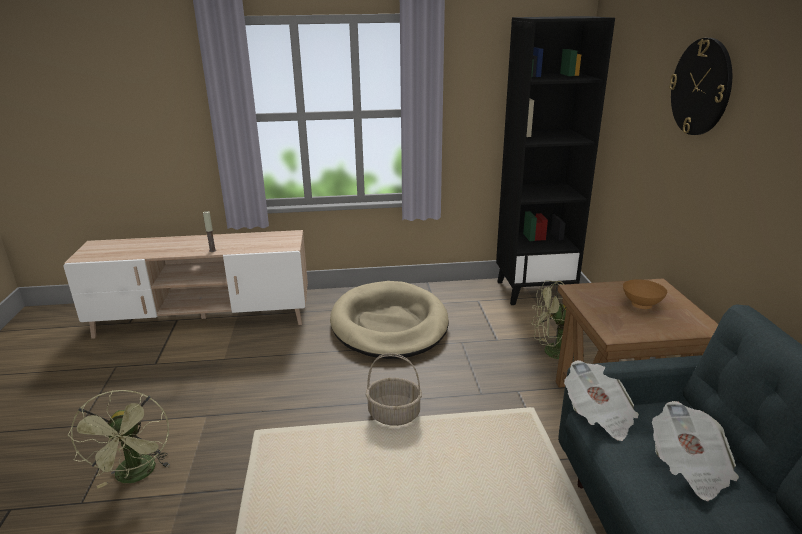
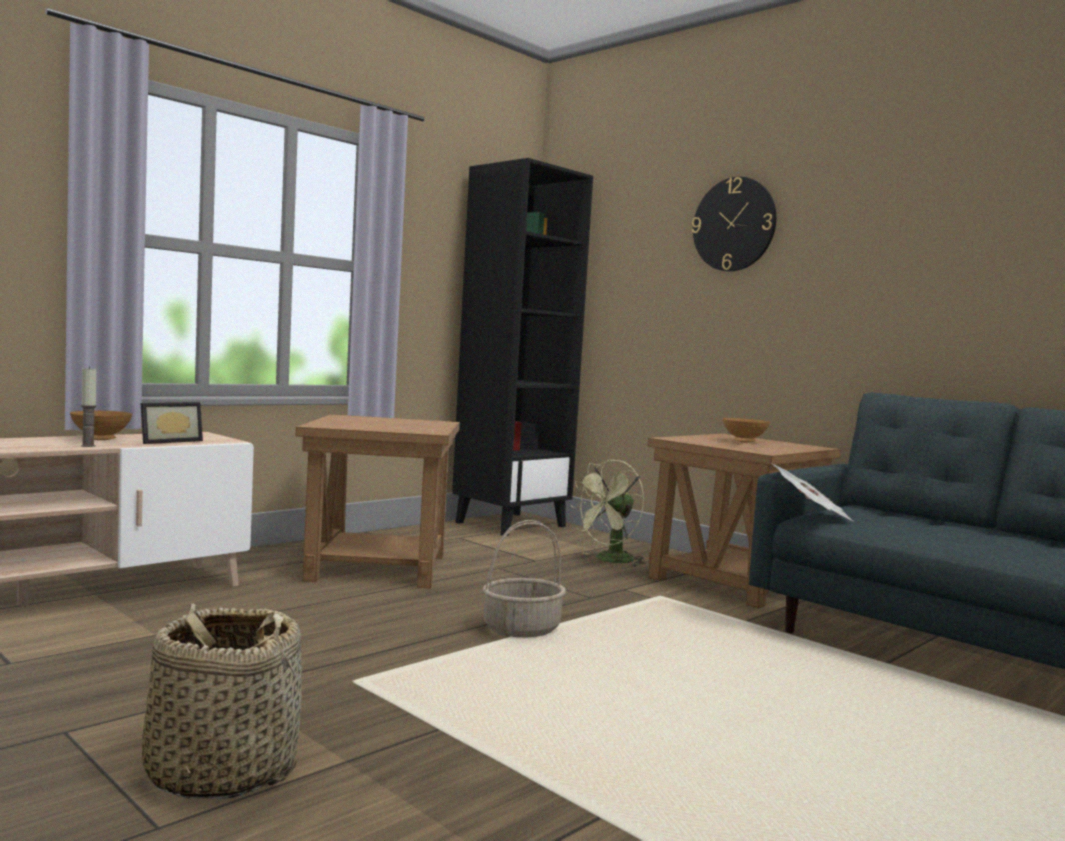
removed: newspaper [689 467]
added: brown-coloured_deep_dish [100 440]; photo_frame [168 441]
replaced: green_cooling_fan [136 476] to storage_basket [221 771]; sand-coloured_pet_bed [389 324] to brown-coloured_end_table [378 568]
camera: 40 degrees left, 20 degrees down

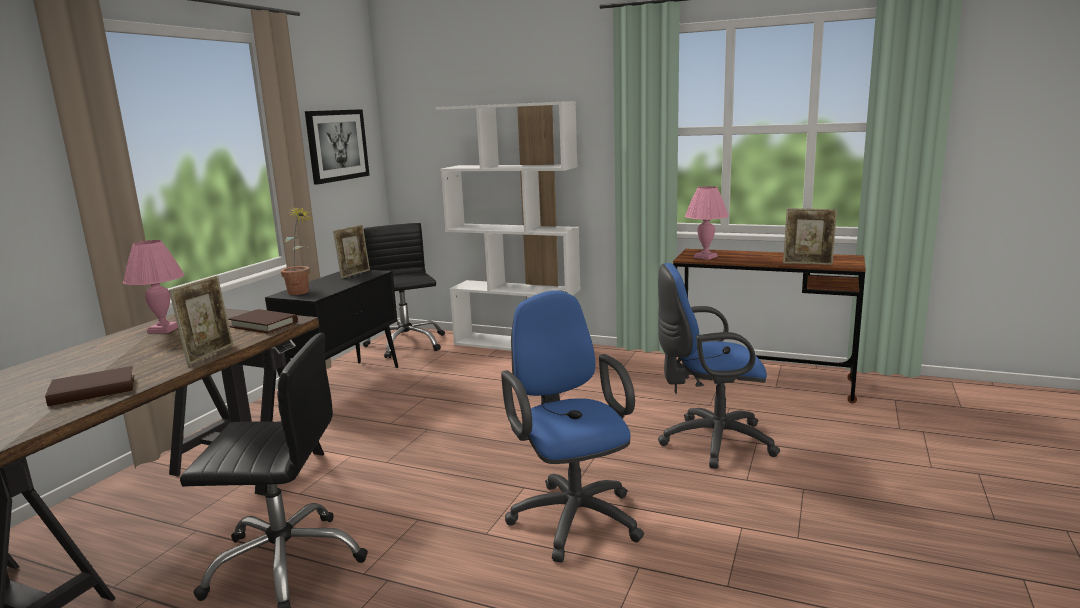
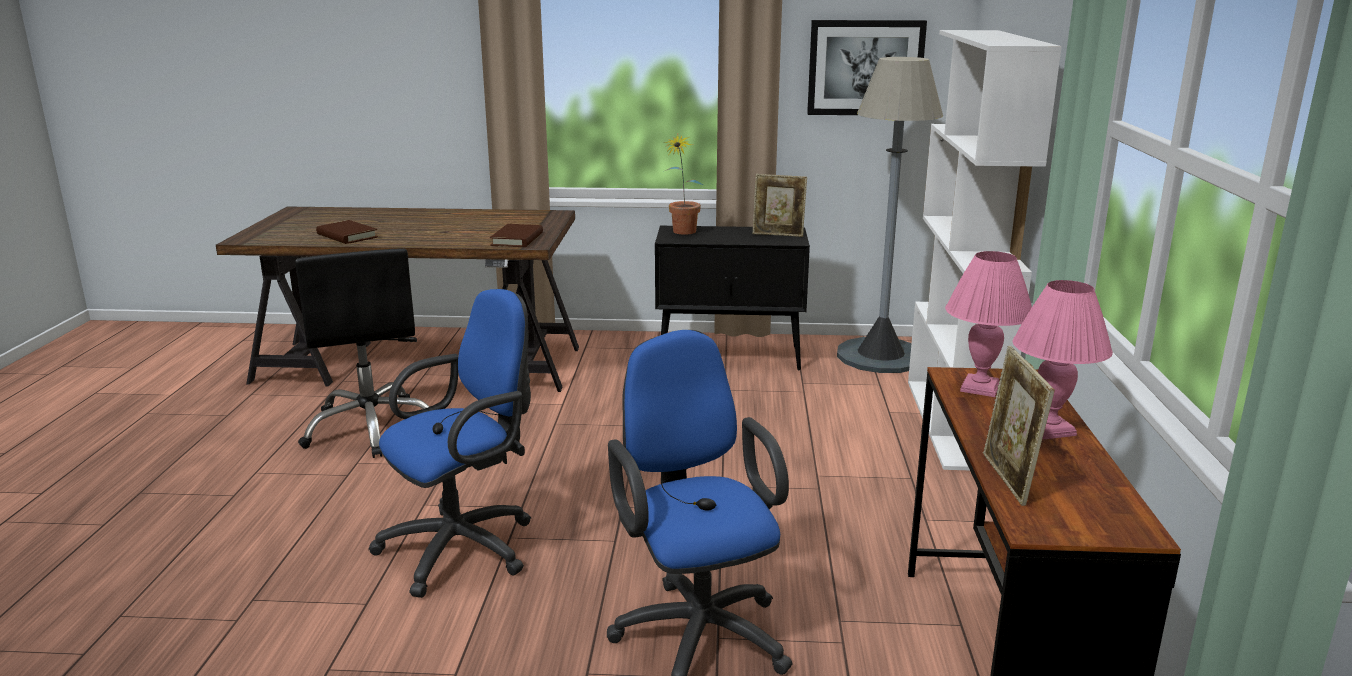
removed: photo_frame [209 354]
moved: pink-coloured_table_lamp [163 329] to [1048 429]
replaced: blackish_office_chair [406 344] to greyish_floor_lamp [880 356]
camera: 70 degrees right, 5 degrees up

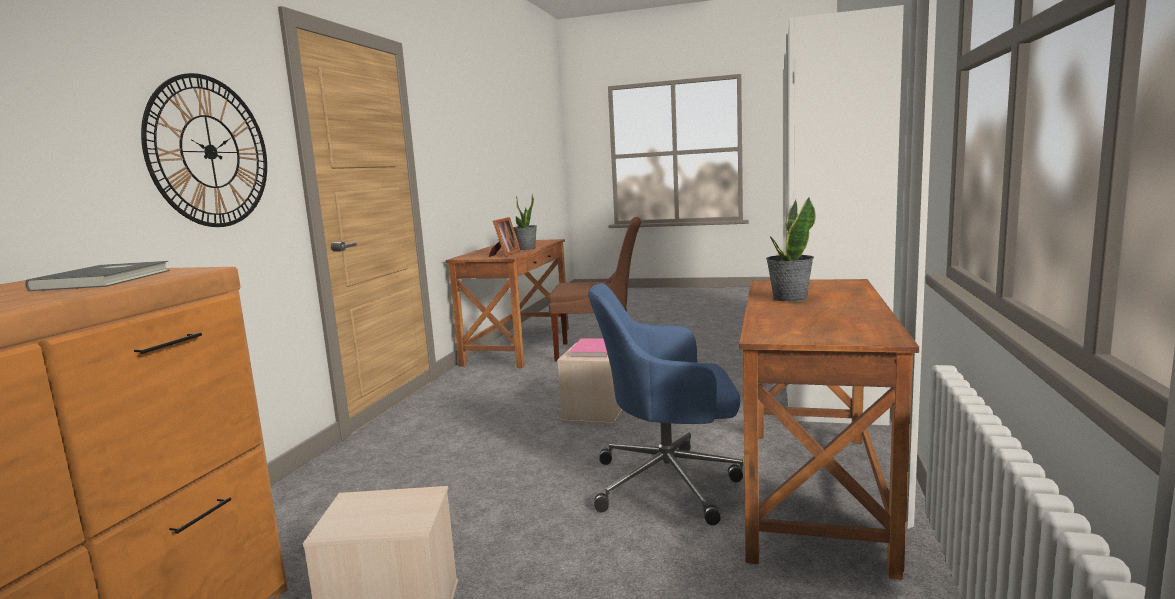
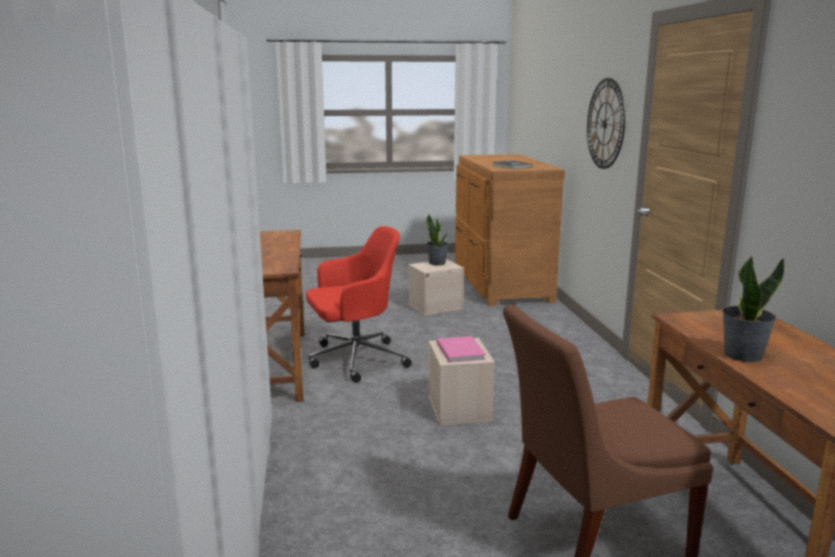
removed: photo_frame [505 254]
moved: plant_in_a_pot [789 298] to [437 263]
recoloured: blue-coloured_office_chair [670 483] to red_office_chair [355 360]
camera: 155 degrees right, 5 degrees up

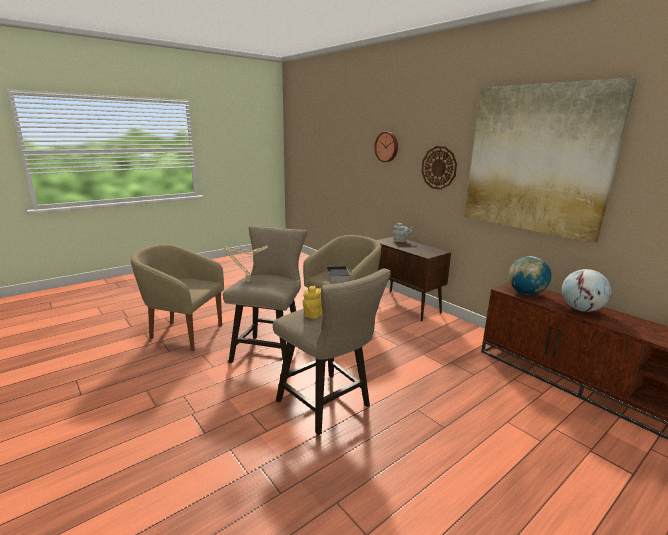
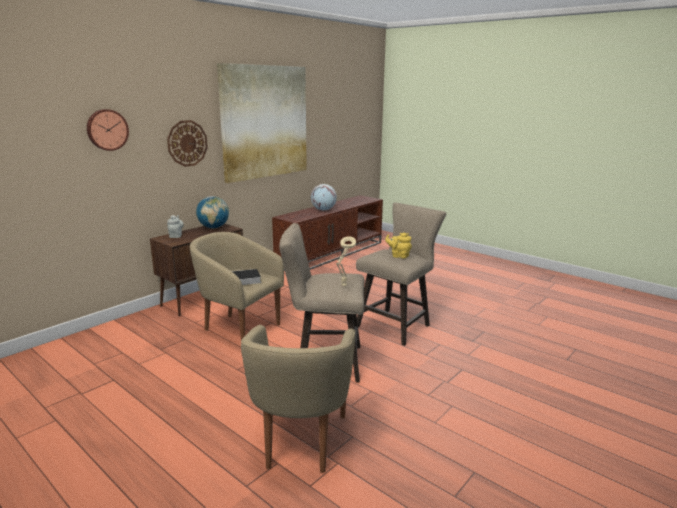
moved: world_globe [526 293] to [213 227]
camera: 100 degrees left, 0 degrees up

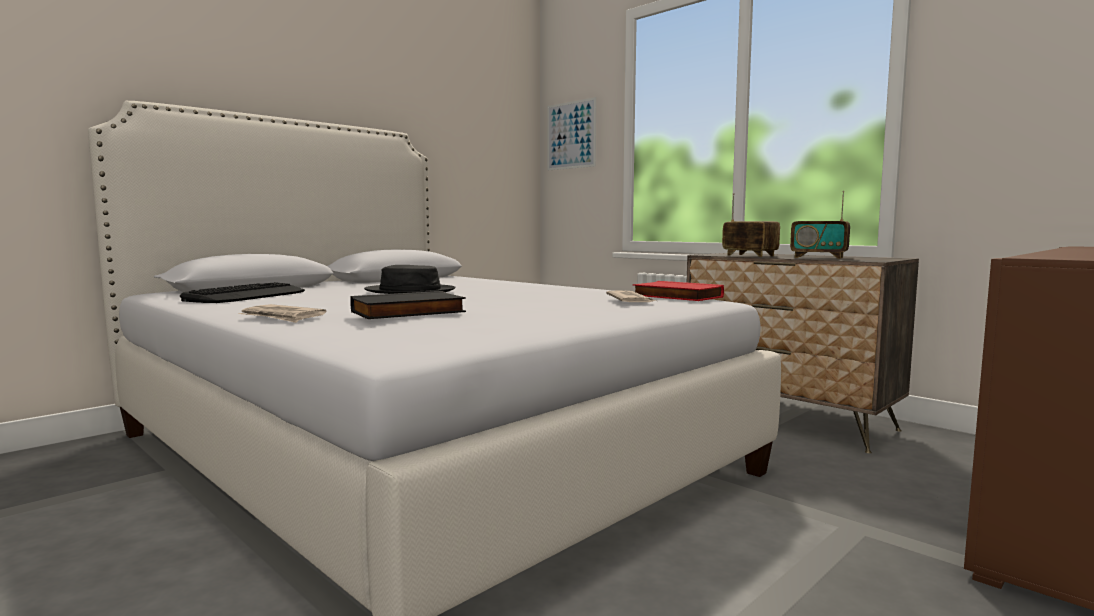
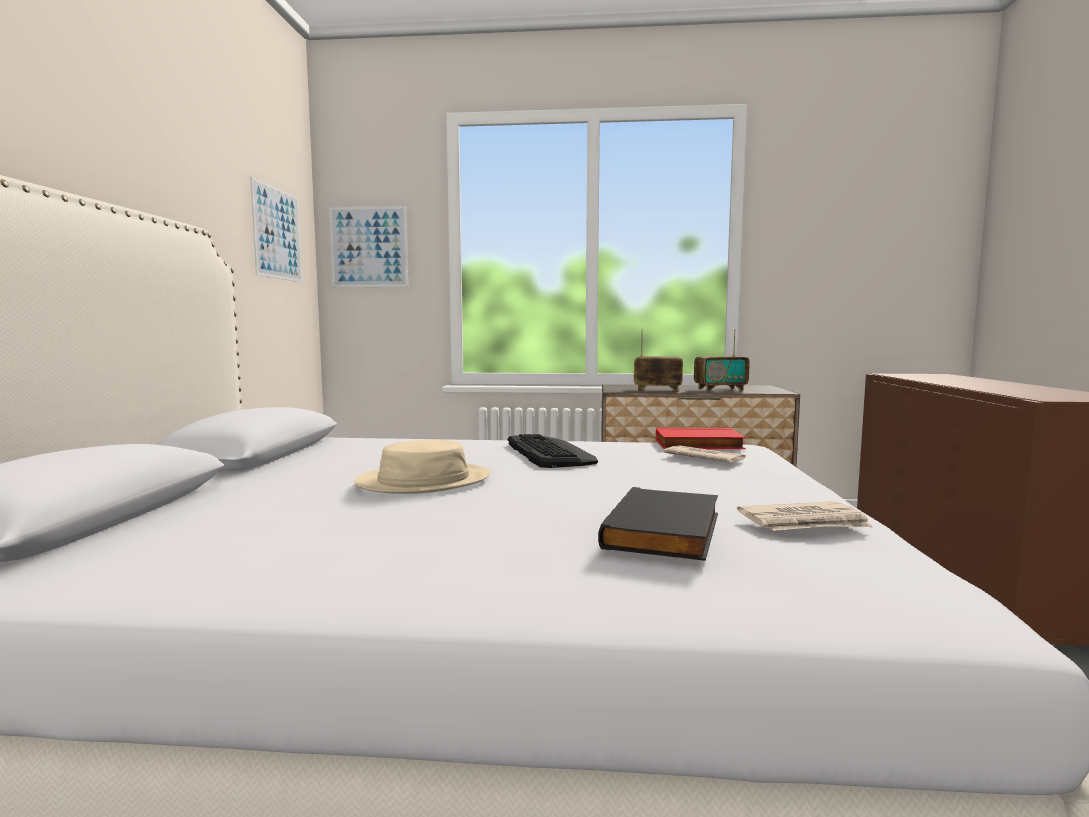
added: wall_picture [277 233]
moved: PC_keyboard [246 296] to [549 452]; newspaper [282 317] to [804 522]
recoloured: blackish_hat [410 291] to sand-coloured_hat [424 481]
camera: 40 degrees left, 0 degrees up

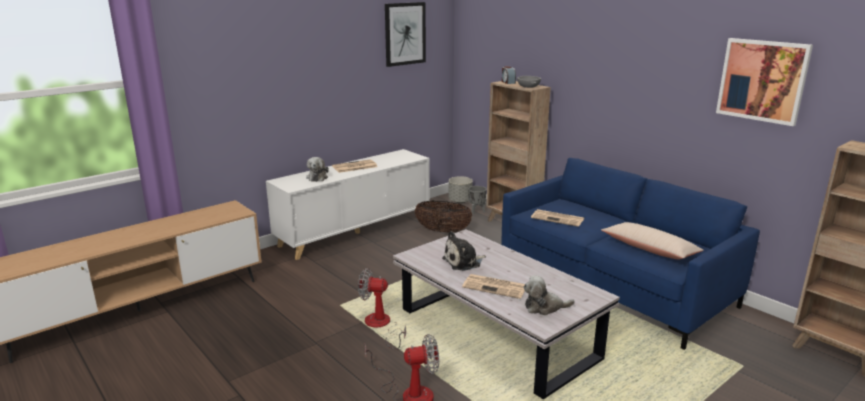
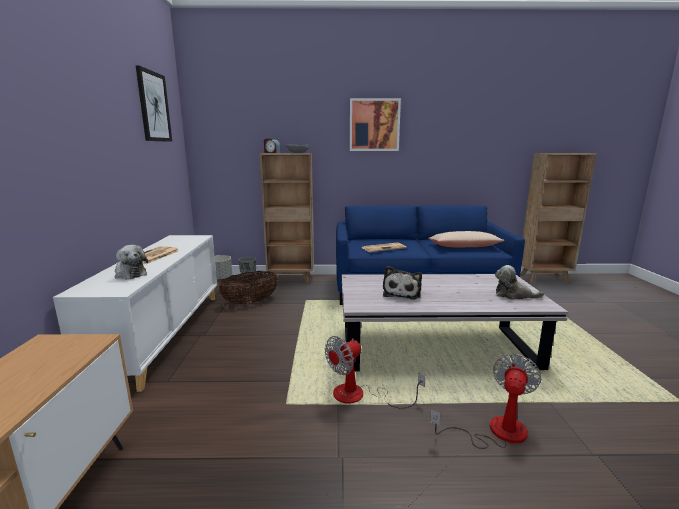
removed: newspaper [496 287]
moved: wall_picture [762 80] to [374 125]
turned: soft_toy [544 307] = [513 295] 75 degrees clockwise
camera: 50 degrees left, 5 degrees down

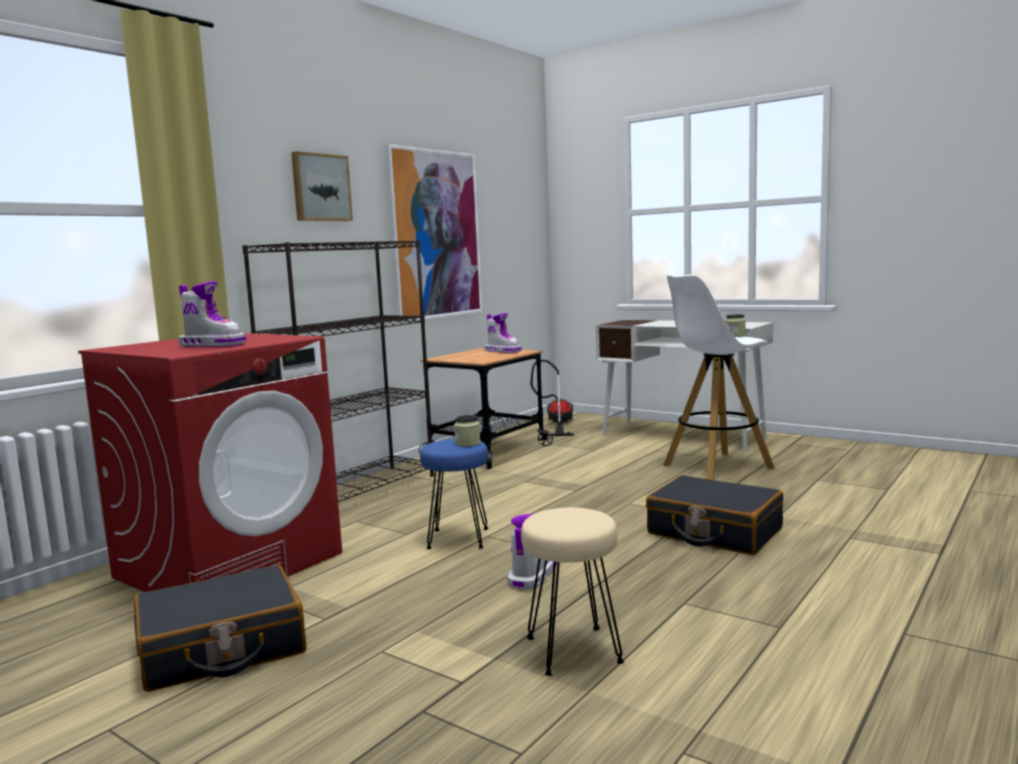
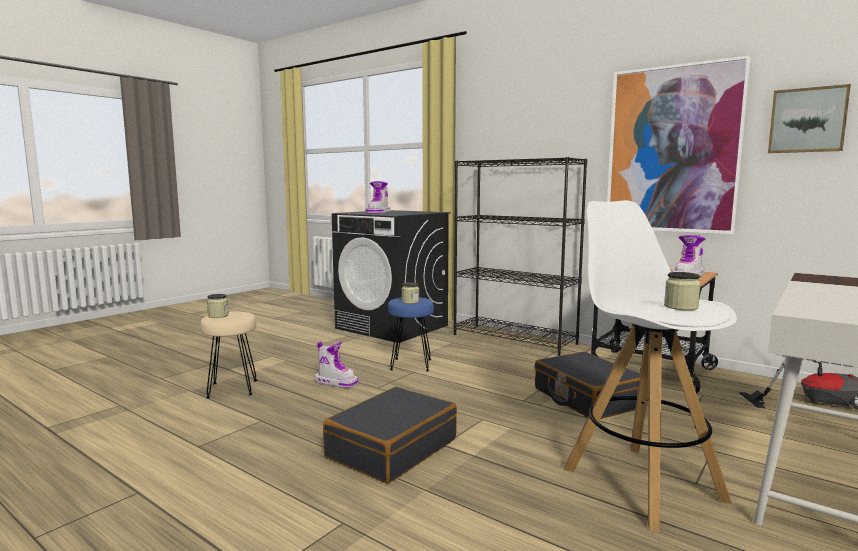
added: jar [218 315]
moved: blackish_suitcase [222 648] to [587 398]; wall_picture [320 188] to [807 120]
recoloured: red_laundry_appliance [230 564] to blackish_laundry_appliance [392 327]
camera: 90 degrees right, 0 degrees up

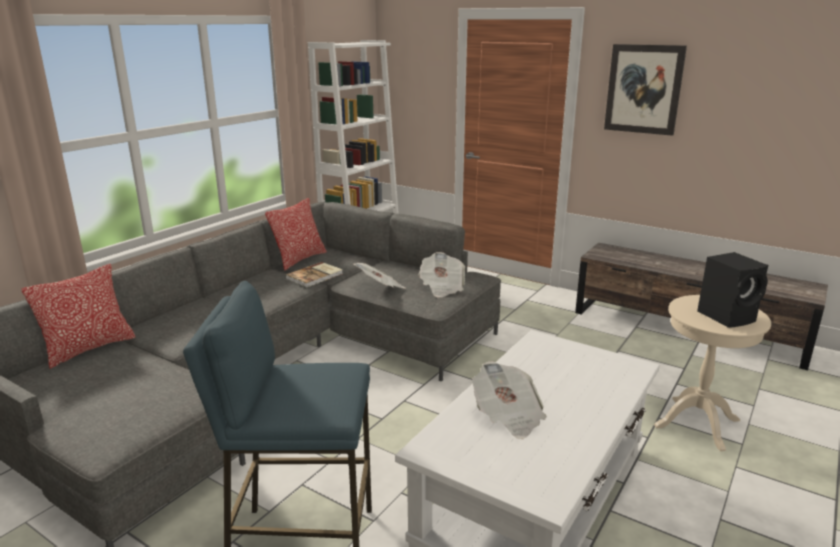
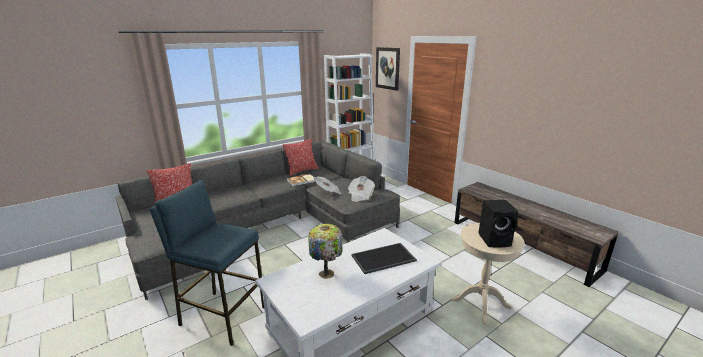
added: tray [383 259]
moved: wall_picture [643 89] to [387 68]
replaced: newspaper [508 416] to table_lamp [327 273]
camera: 20 degrees right, 0 degrees up

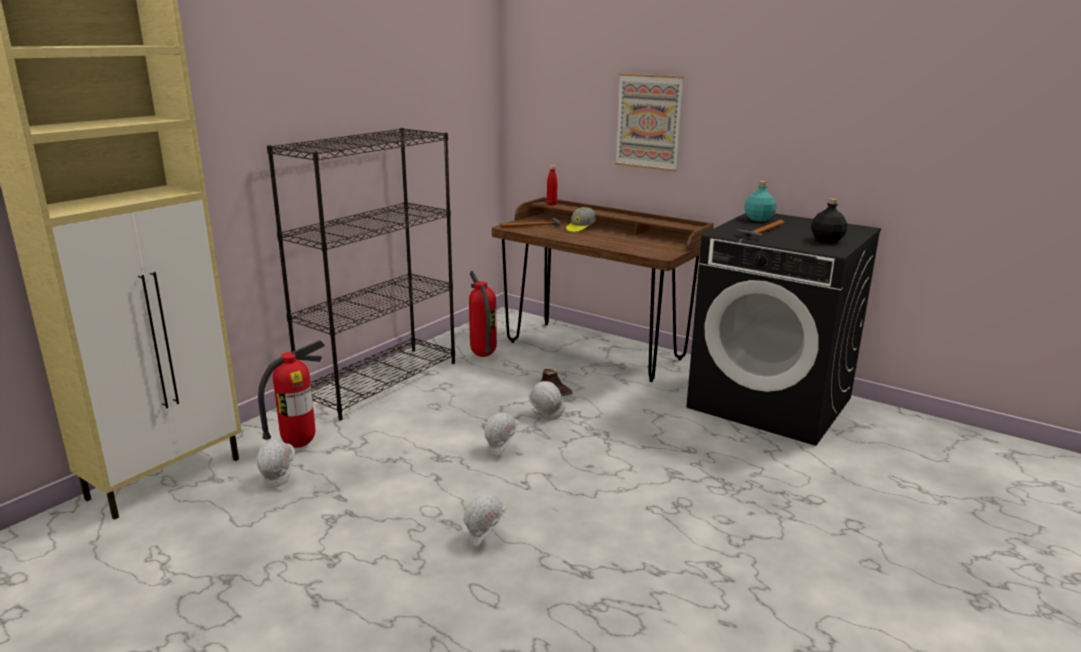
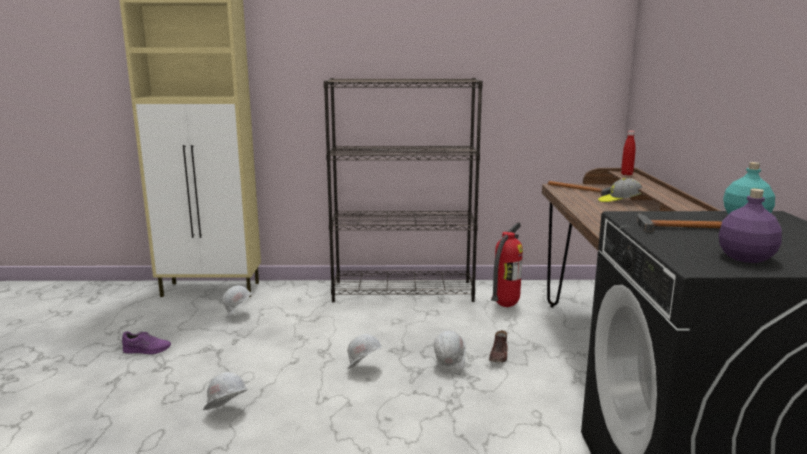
removed: fire-fighting_cylinder [299 444]; wall_picture [649 121]
added: purple-coloured_item_of_footwear [147 350]
recoloured: blackish_bottle [827 240] to purple-coloured_bottle [746 258]
camera: 55 degrees right, 5 degrees down

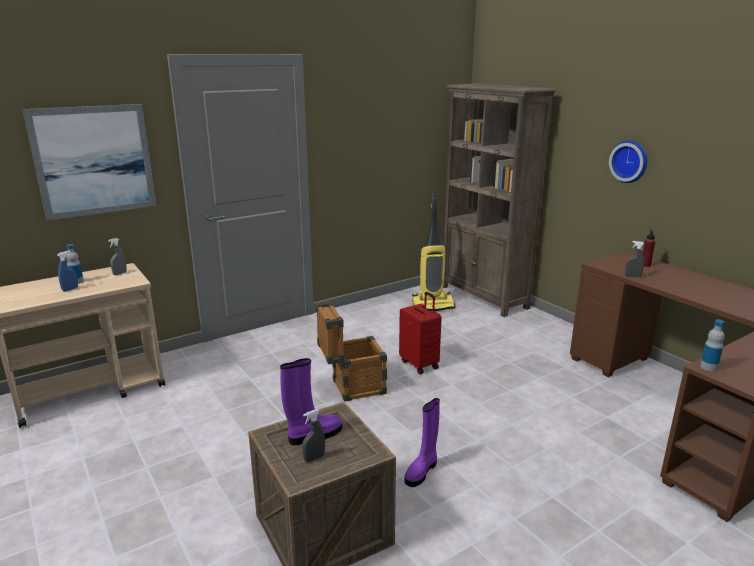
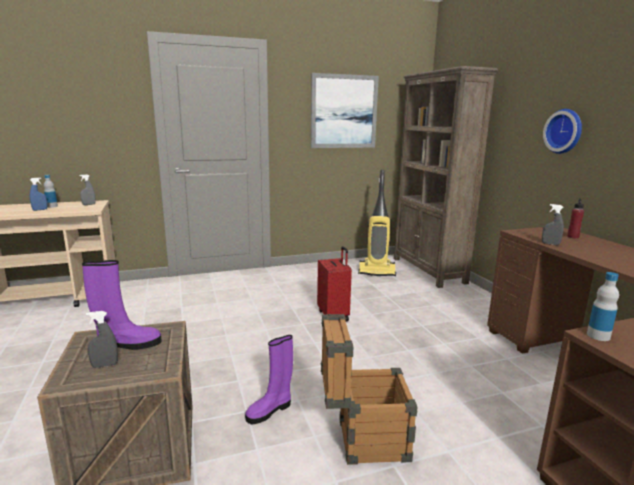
moved: wall_picture [94 161] to [344 111]; shipping_crate [351 387] to [362 439]
camera: 15 degrees right, 5 degrees down

